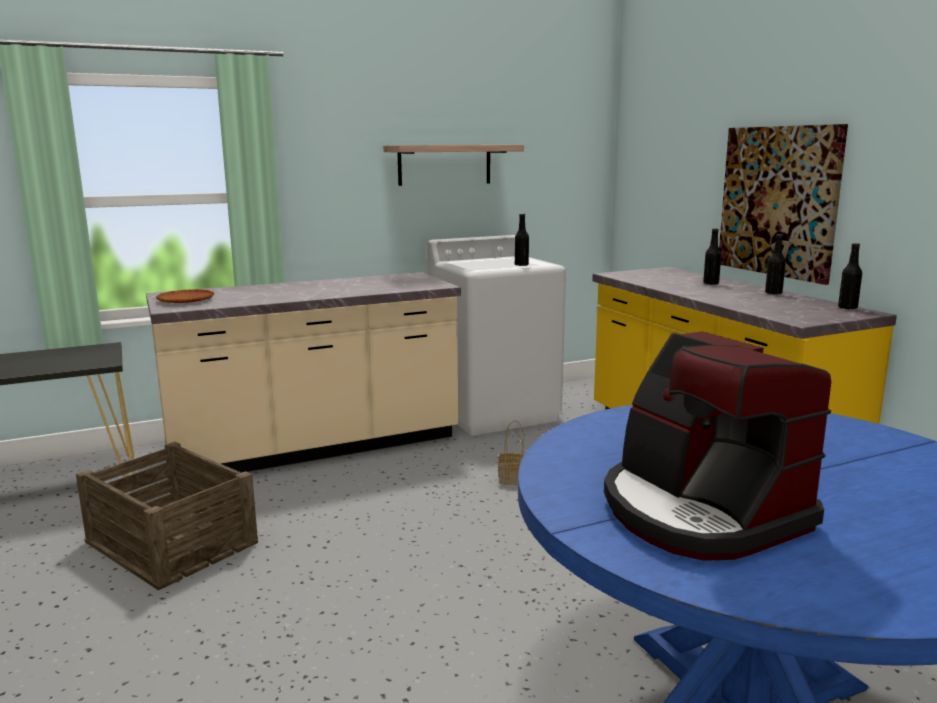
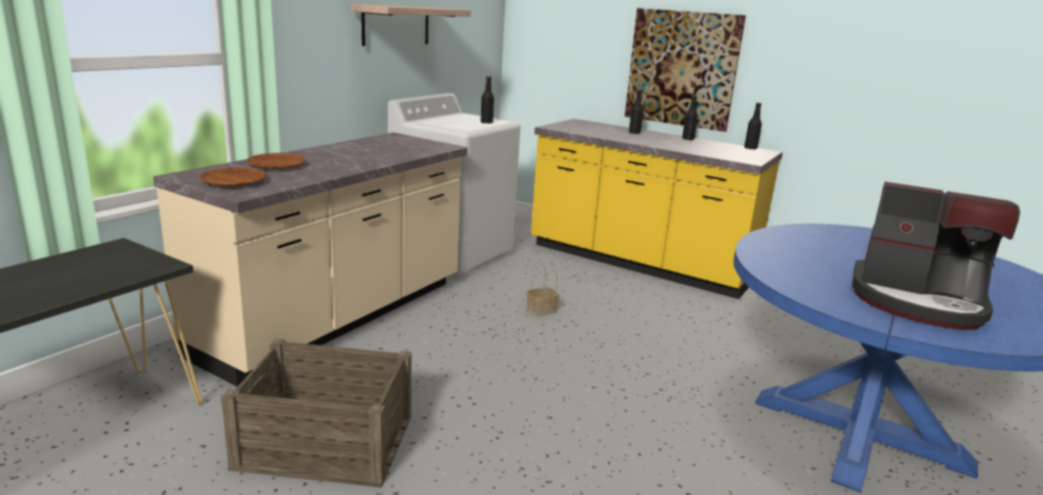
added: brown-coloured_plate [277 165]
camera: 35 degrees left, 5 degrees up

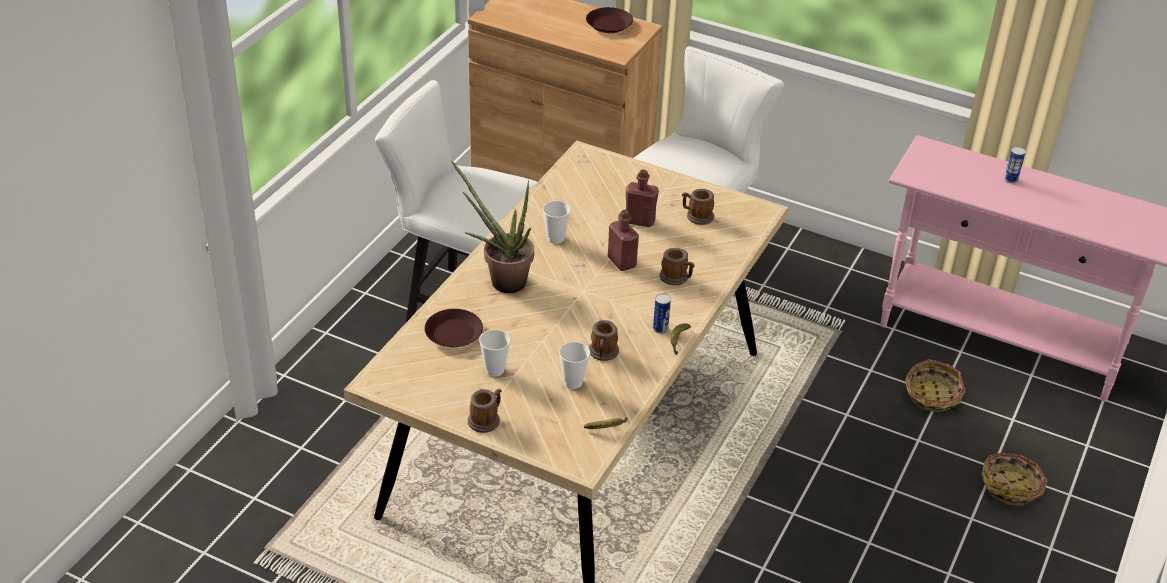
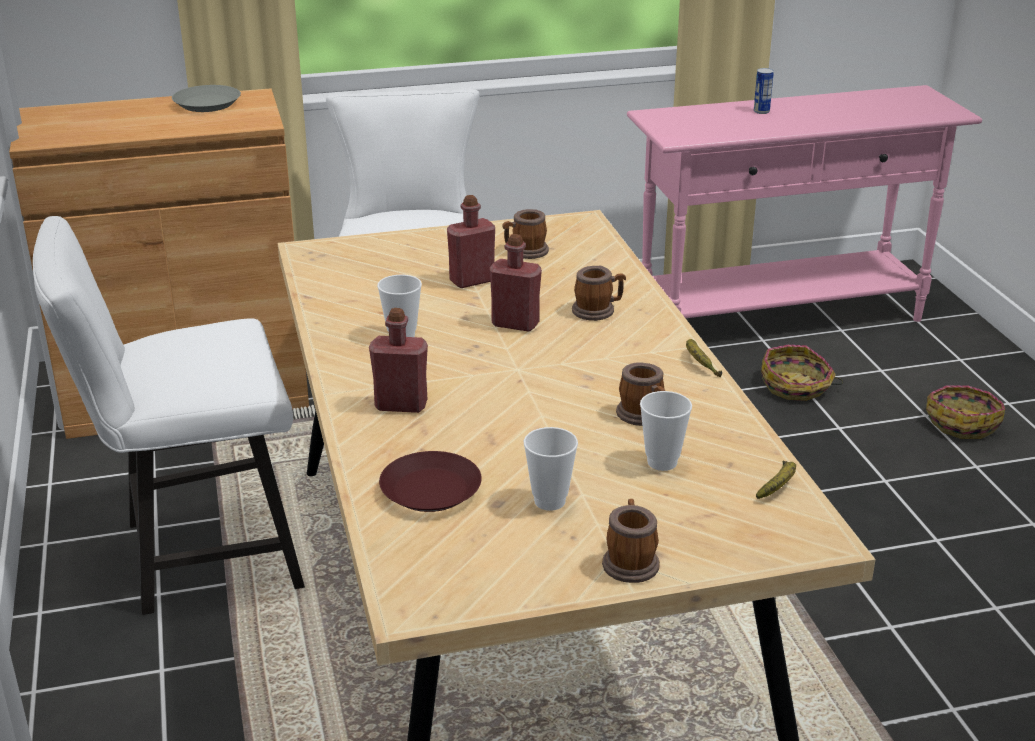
removed: can [660 329]
replaced: plant_in_a_pot [501 280] to red_bottle [401 405]
recoloured: brown-coloured_plate [608 24] to greyish_plate [206 104]
camera: 40 degrees left, 10 degrees down

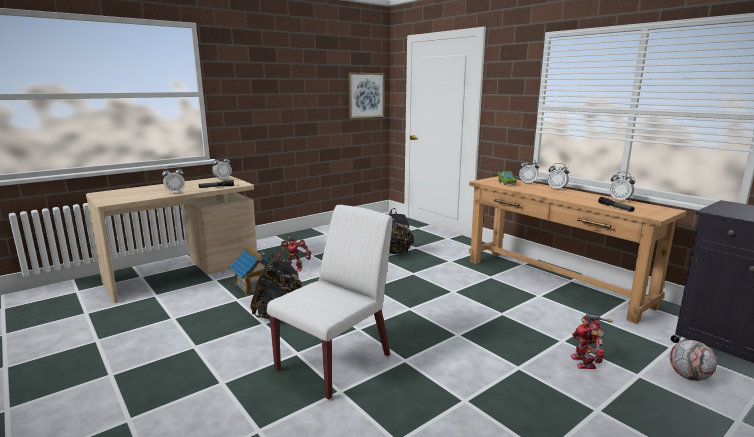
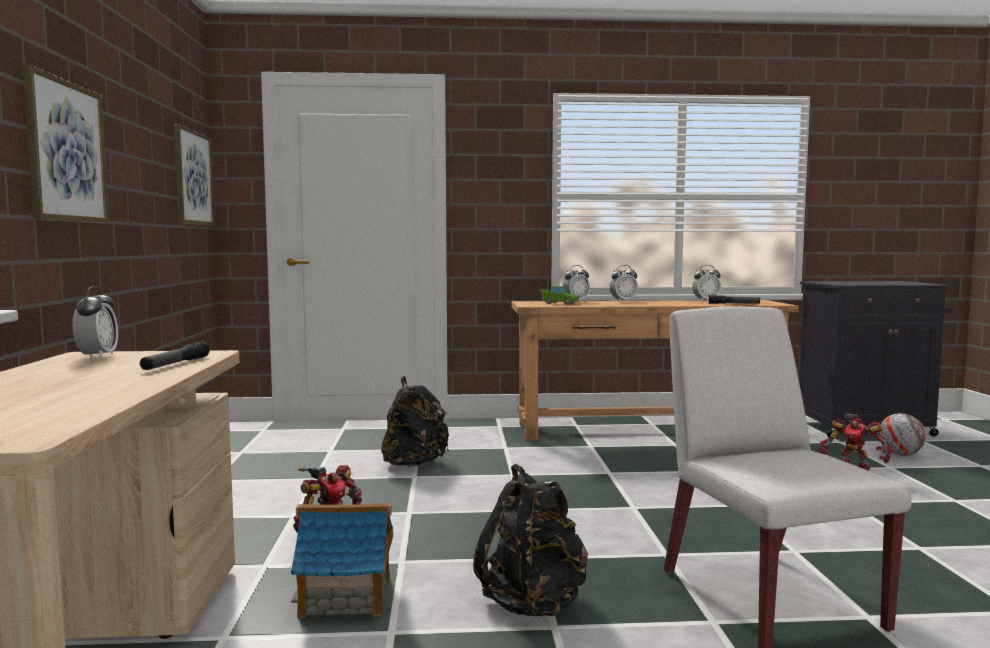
removed: bedside_clock [175 193]
added: wall_picture [66 151]
camera: 55 degrees left, 10 degrees down

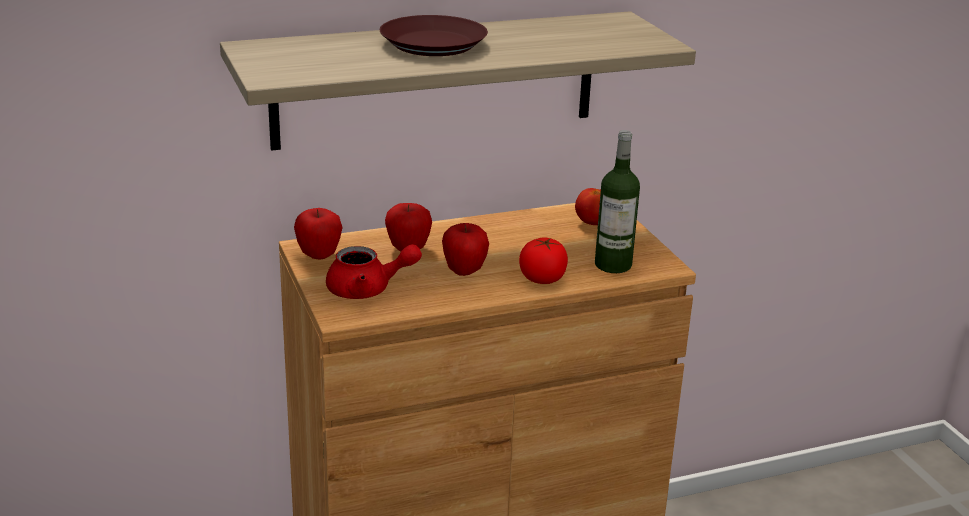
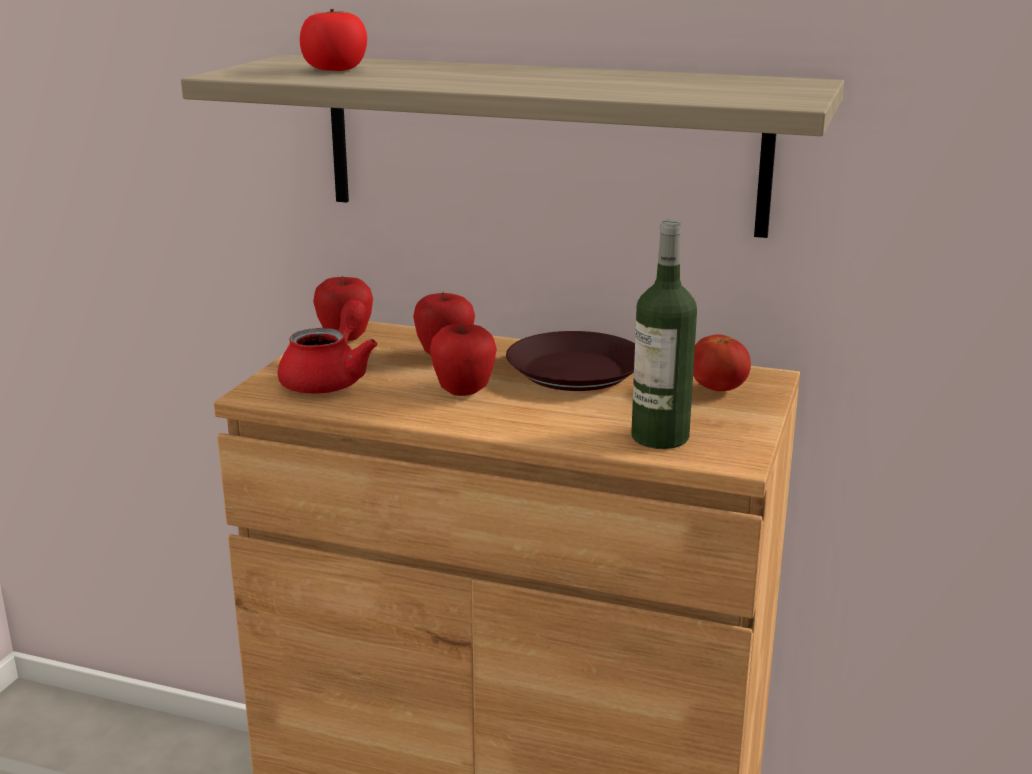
moved: tomato [542 278] to [335 69]; brown-coloured_plate [432 45] to [574 372]
turned: red_teapot [368 290] = [330 379] 105 degrees counterclockwise
camera: 40 degrees right, 5 degrees down

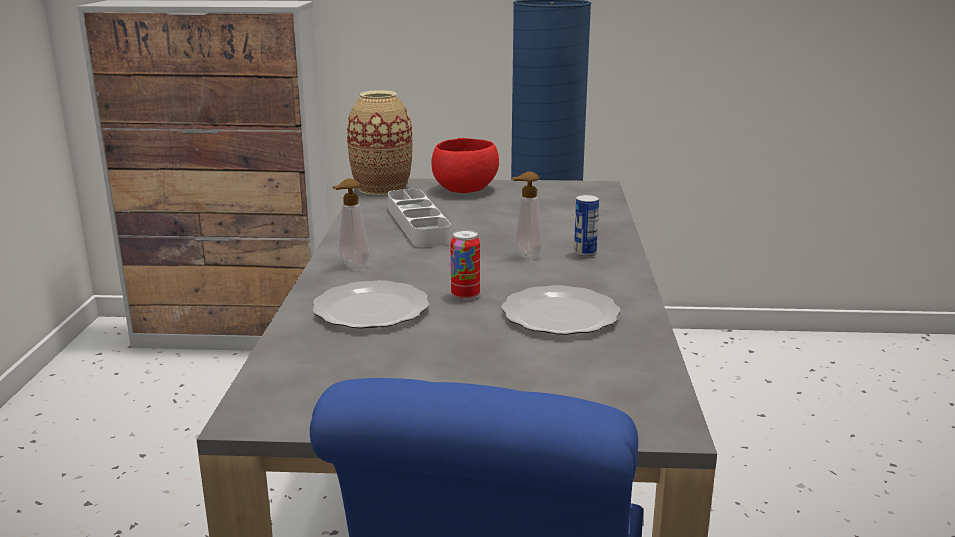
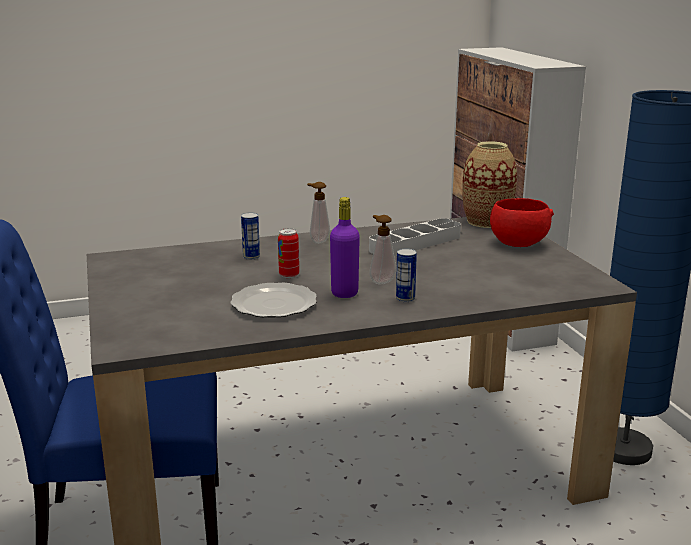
added: purple-coloured_bottle [344 293]
replaced: plate [371 309] to can [251 257]
camera: 70 degrees right, 0 degrees up

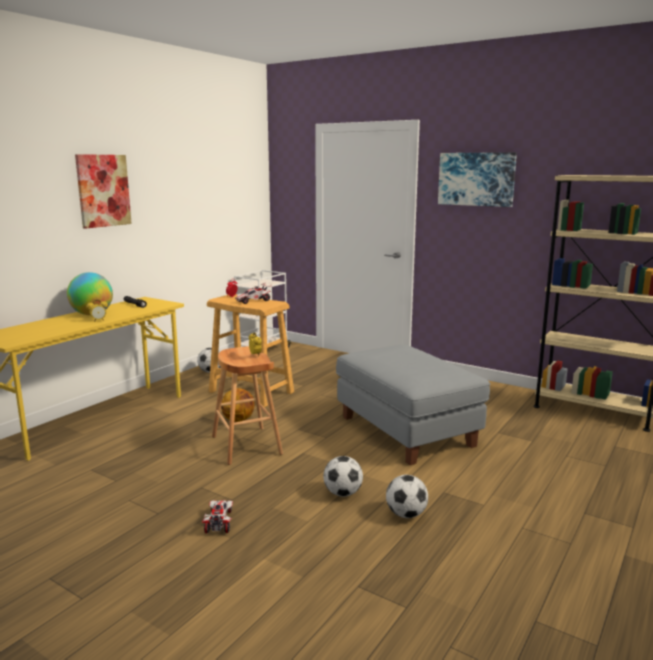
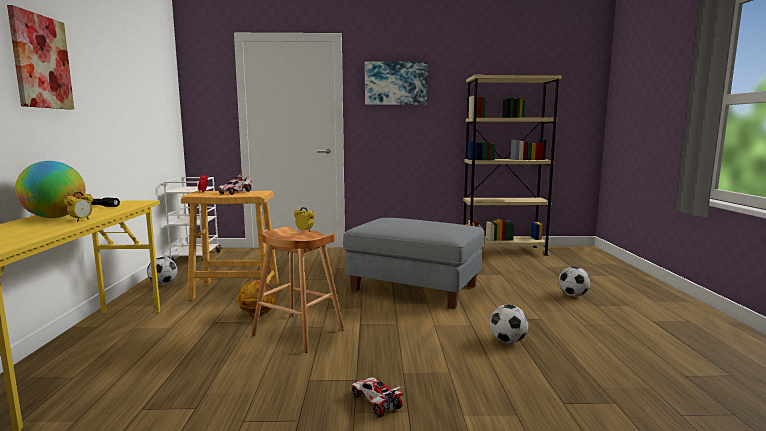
moved: ball_for_football [343 493] to [573 295]
camera: 35 degrees left, 5 degrees down

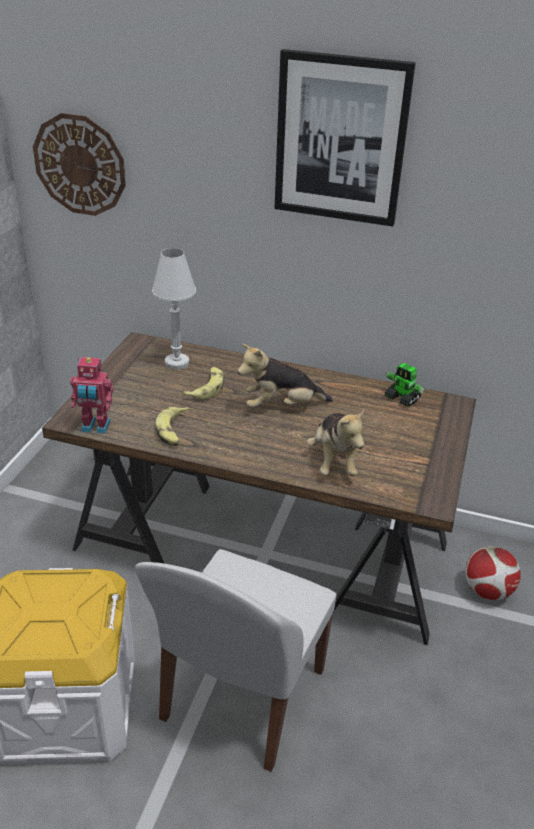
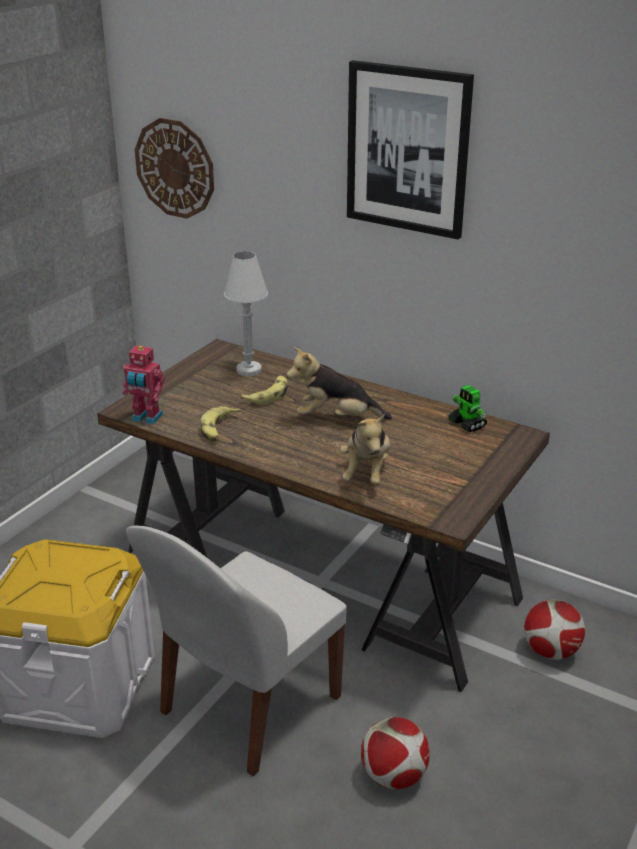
added: ball_for_football [394 776]
camera: 15 degrees right, 5 degrees down

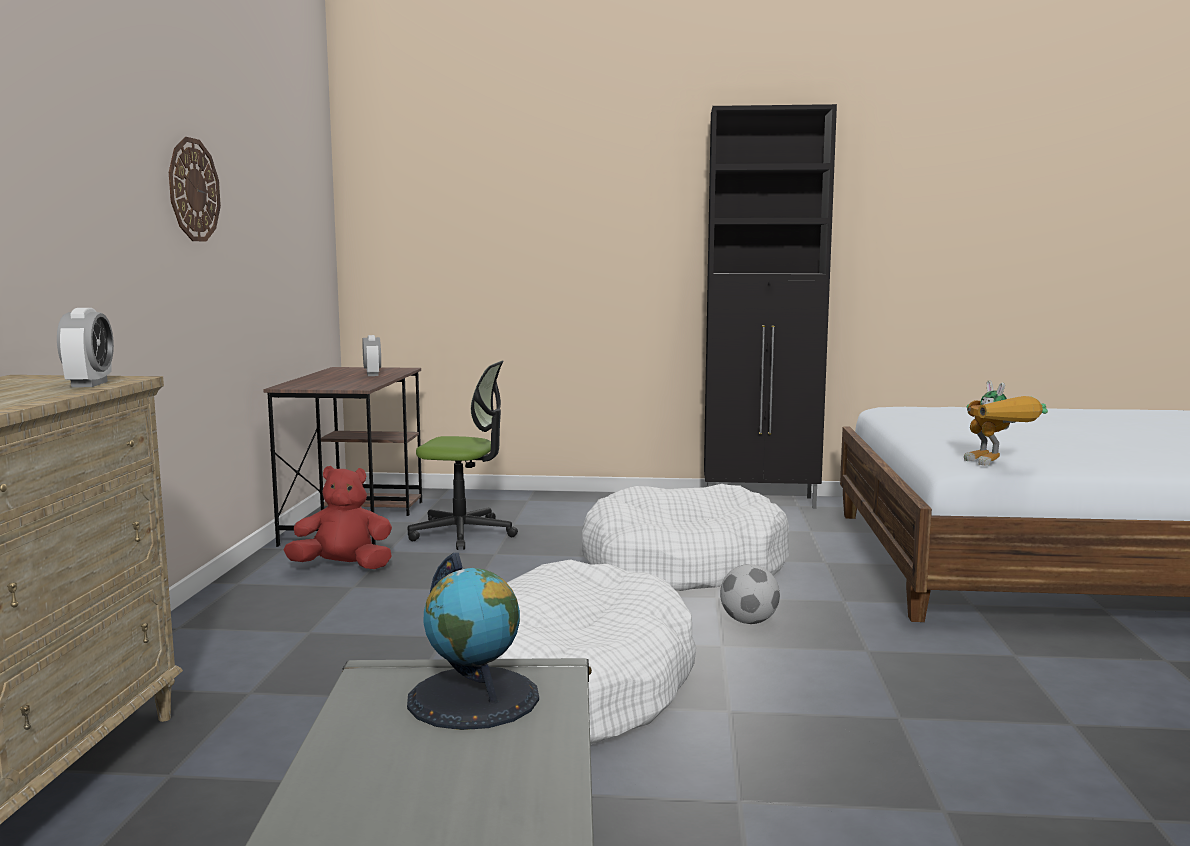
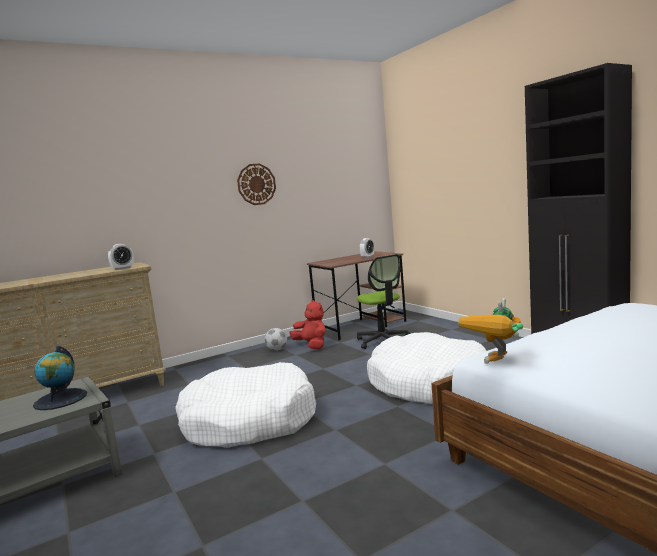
moved: ball_for_football [749 621] to [277 350]
camera: 55 degrees right, 0 degrees up

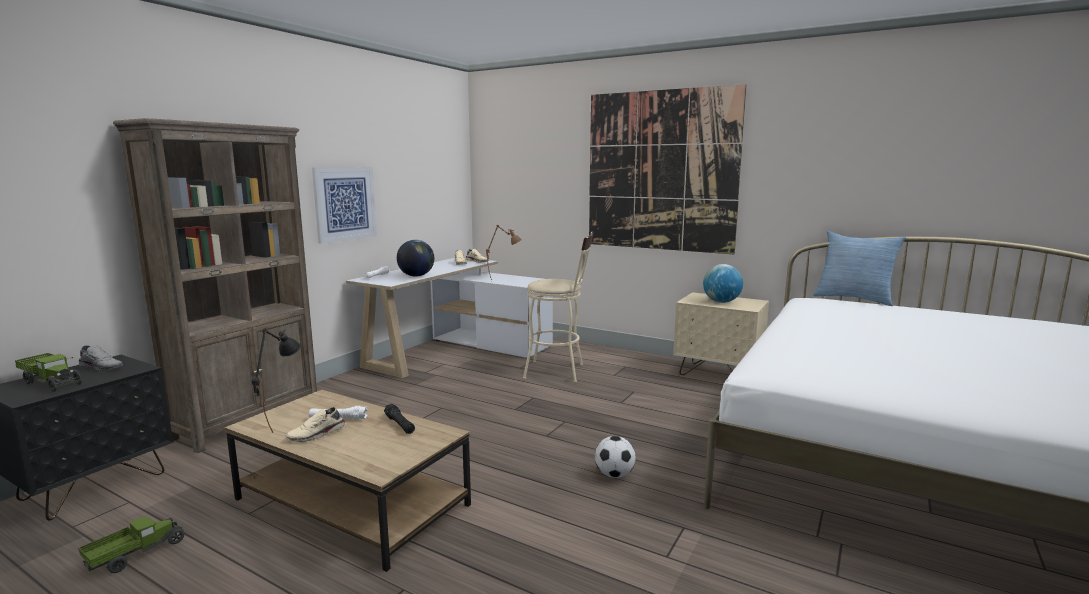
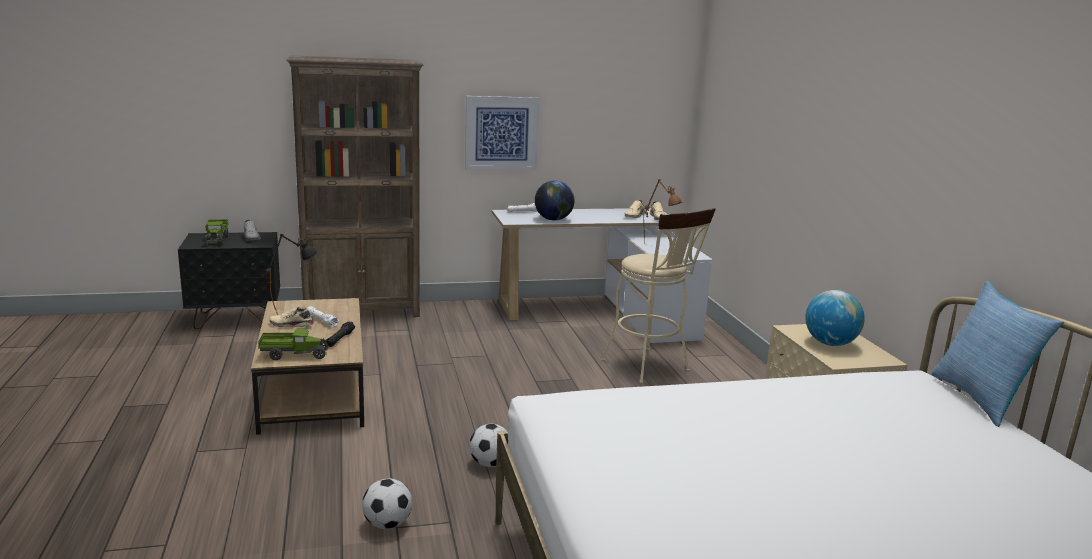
removed: wall_picture [660 171]
added: ball_for_football [387 524]
moved: toy_truck [135 555] to [294 355]
camera: 45 degrees right, 5 degrees up

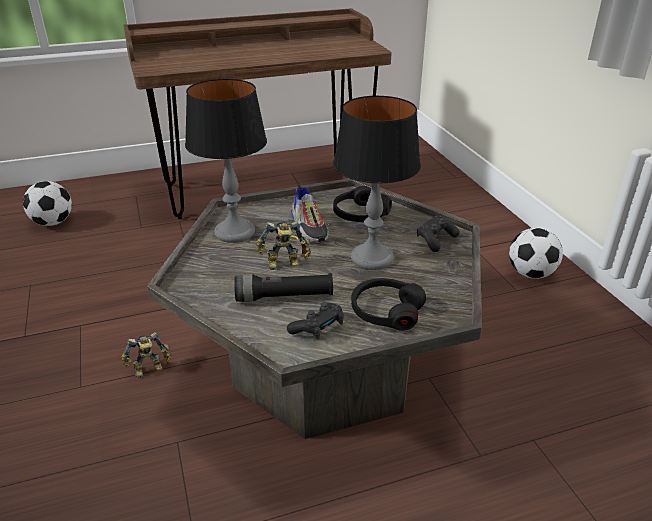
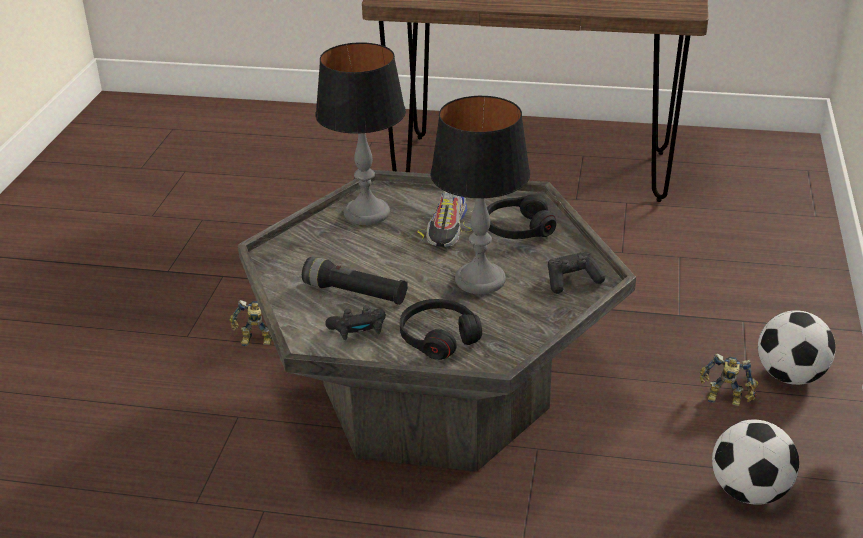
moved: model_robot [284 264] to [725 400]; ball_for_football [53 222] to [749 492]
camera: 30 degrees right, 0 degrees up

